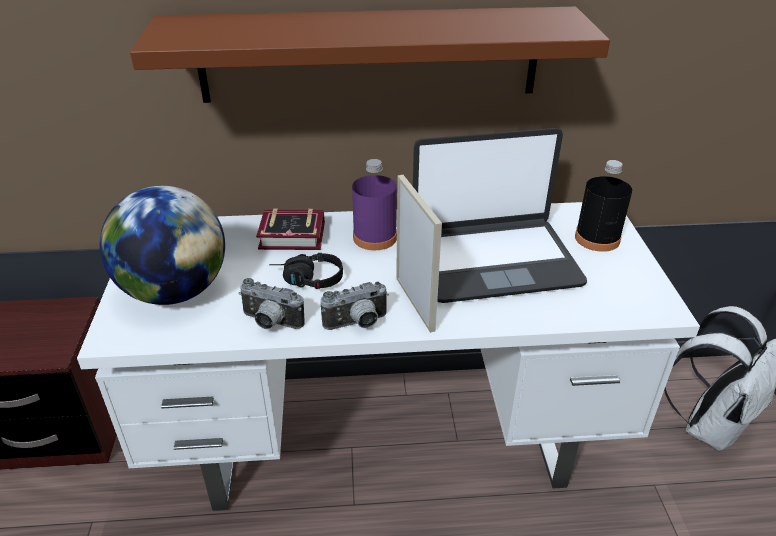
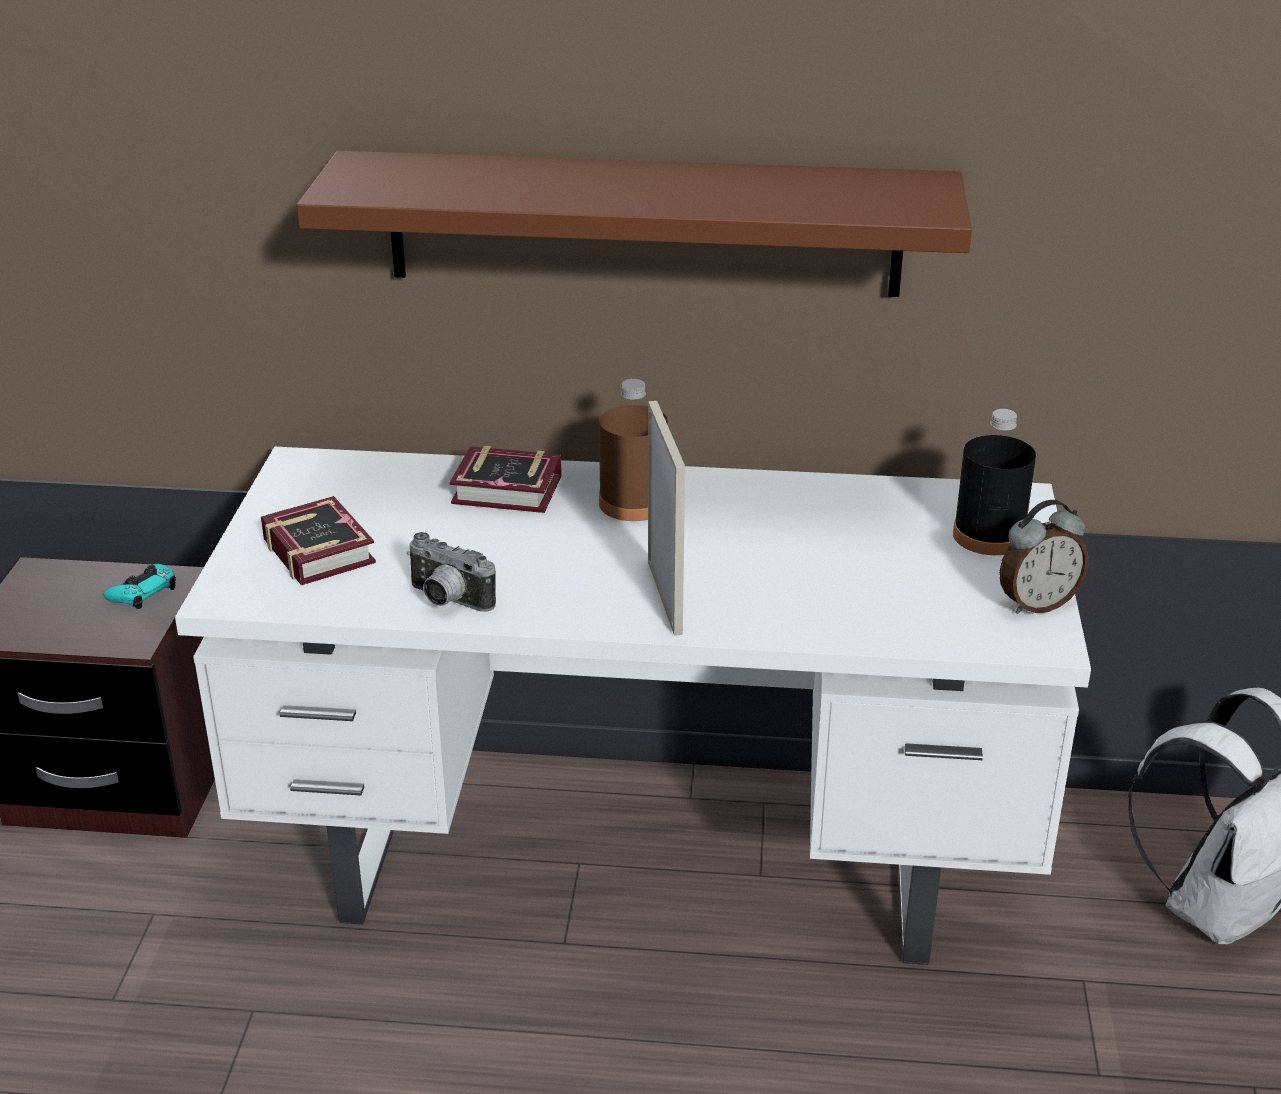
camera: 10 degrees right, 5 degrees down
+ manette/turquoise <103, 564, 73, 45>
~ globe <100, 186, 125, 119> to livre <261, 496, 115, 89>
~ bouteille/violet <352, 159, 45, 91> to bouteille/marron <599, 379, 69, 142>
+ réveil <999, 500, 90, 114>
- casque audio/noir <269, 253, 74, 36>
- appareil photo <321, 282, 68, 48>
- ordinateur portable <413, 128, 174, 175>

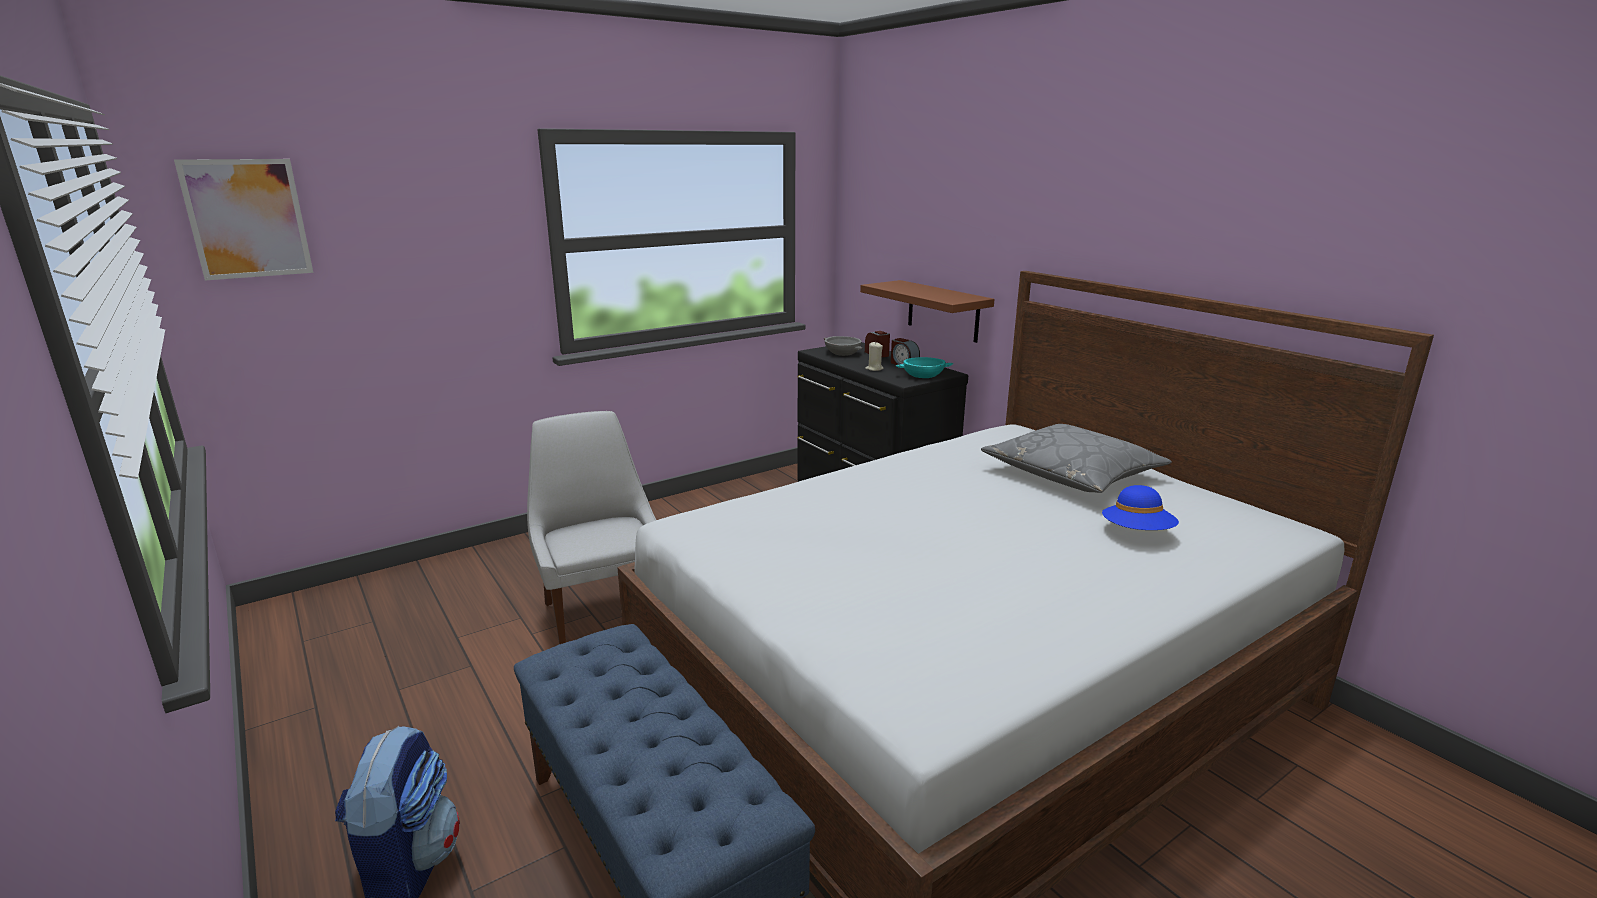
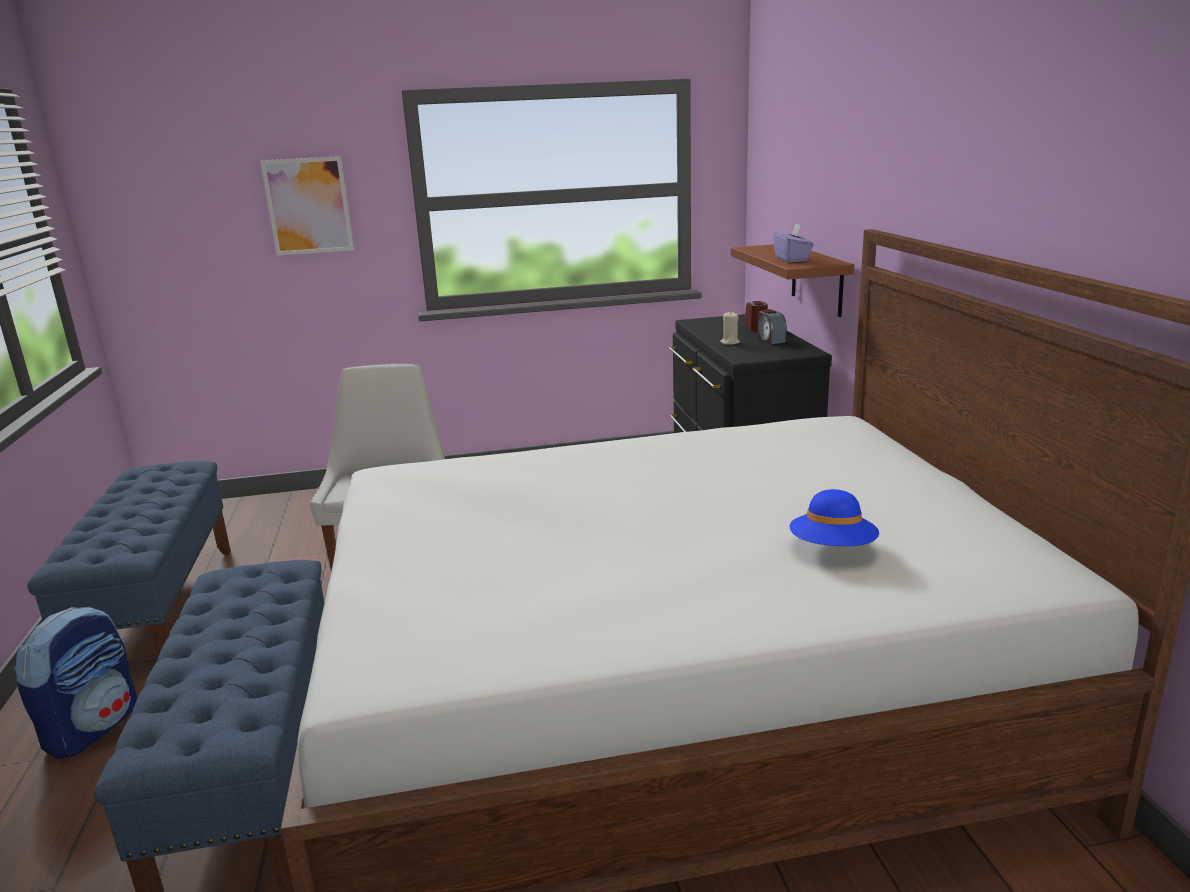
camera: 25 degrees right, 0 degrees up
+ banc/bleu <27, 461, 204, 196>
~ tableau <174, 159, 139, 122> to <260, 156, 94, 100>
+ boîte à mouchoirs/violet <773, 223, 41, 39>
- bol/gris <824, 336, 39, 20>
- bol/turquoise <896, 357, 57, 21>
- coussin/gris <981, 424, 191, 69>

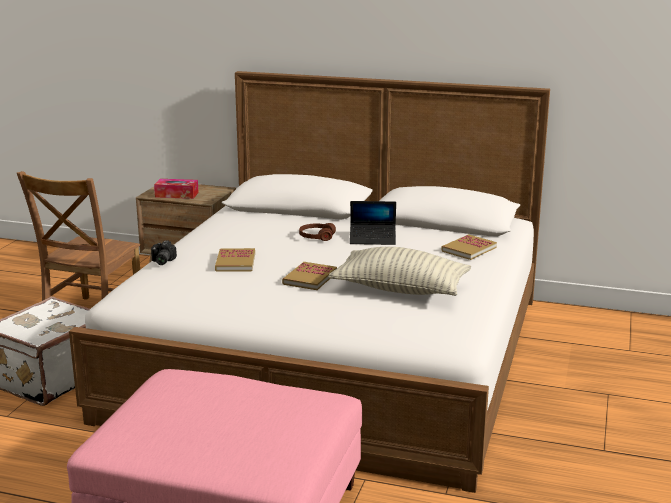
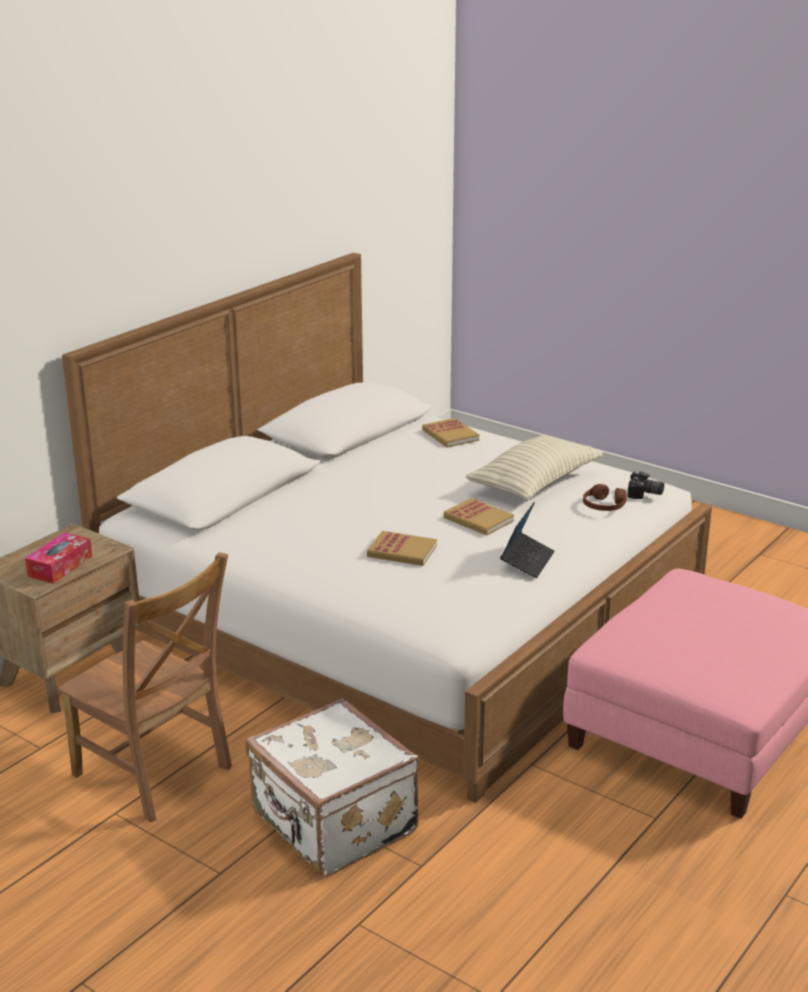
camera: 70 degrees left, 5 degrees up
~ ordinateur portable <350, 201, 46, 44> to <500, 502, 54, 76>
~ casque audio/marron <299, 223, 37, 18> to <583, 484, 43, 27>
~ appareil photo <151, 241, 26, 24> to <628, 471, 36, 28>

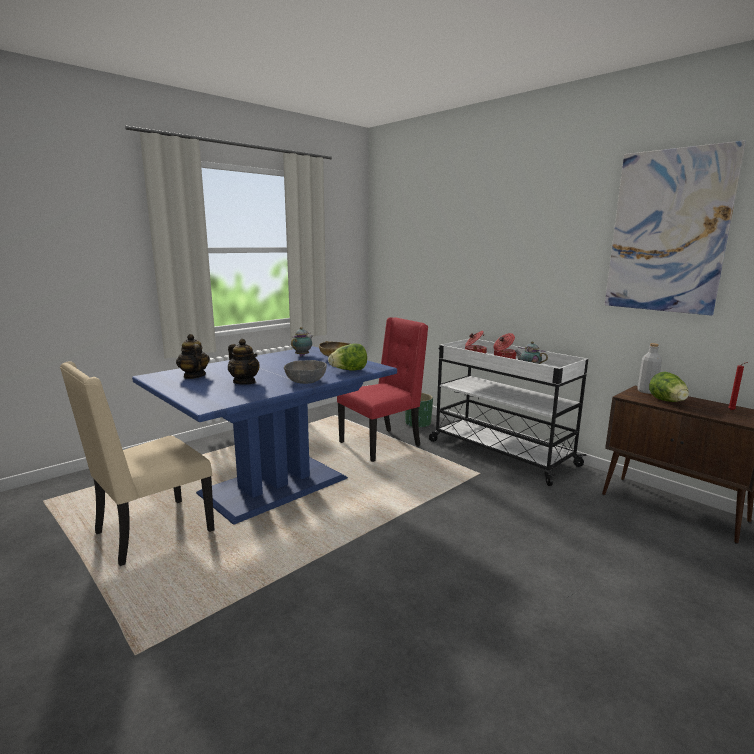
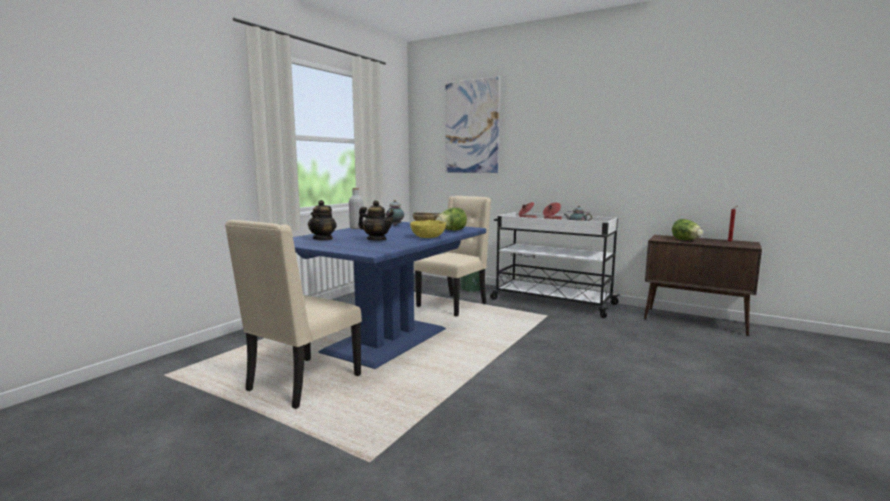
camera: 15 degrees left, 5 degrees down
~ théière <176, 334, 34, 45> = <308, 200, 29, 41> 120 degrees counterclockwise
~ bouteille/gris <637, 343, 25, 51> to <349, 188, 15, 41>
~ bol/gris <284, 360, 43, 24> to bol/jaune <410, 220, 36, 18>
~ chaise/rouge <337, 317, 91, 145> to chaise/beige <414, 196, 77, 121>
~ tableau <605, 140, 141, 176> to <446, 77, 54, 96>

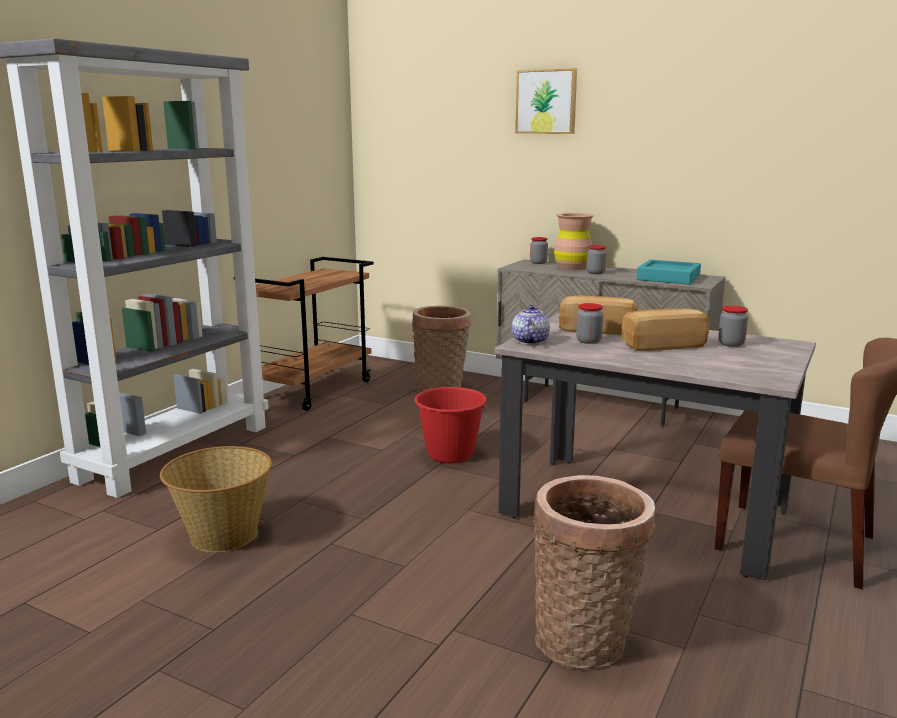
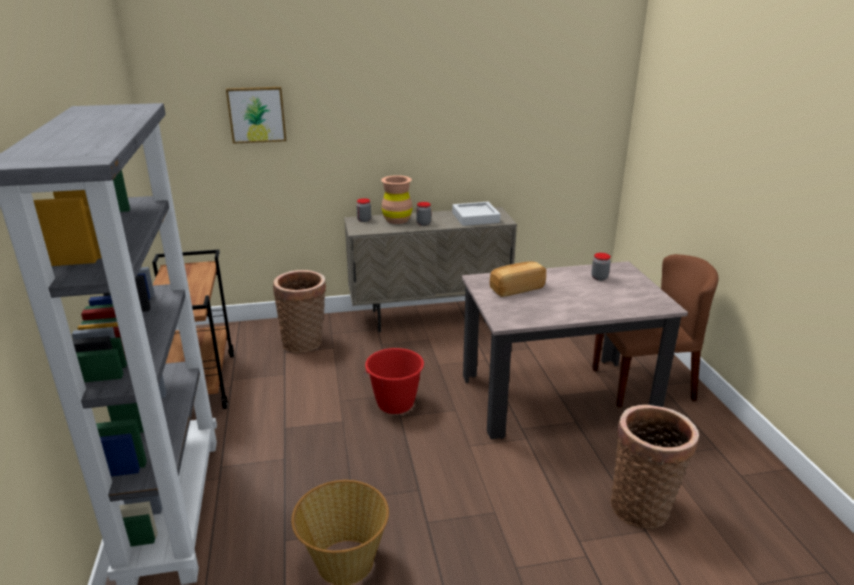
camera: 40 degrees left, 10 degrees up
~ tableau <515, 68, 62, 66> to <226, 87, 60, 57>
~ plateau/turquoise <637, 260, 64, 25> to plateau/gris <452, 202, 48, 24>
- théière <512, 305, 38, 40>
- bocal <576, 303, 27, 41>
- pain <622, 308, 87, 43>

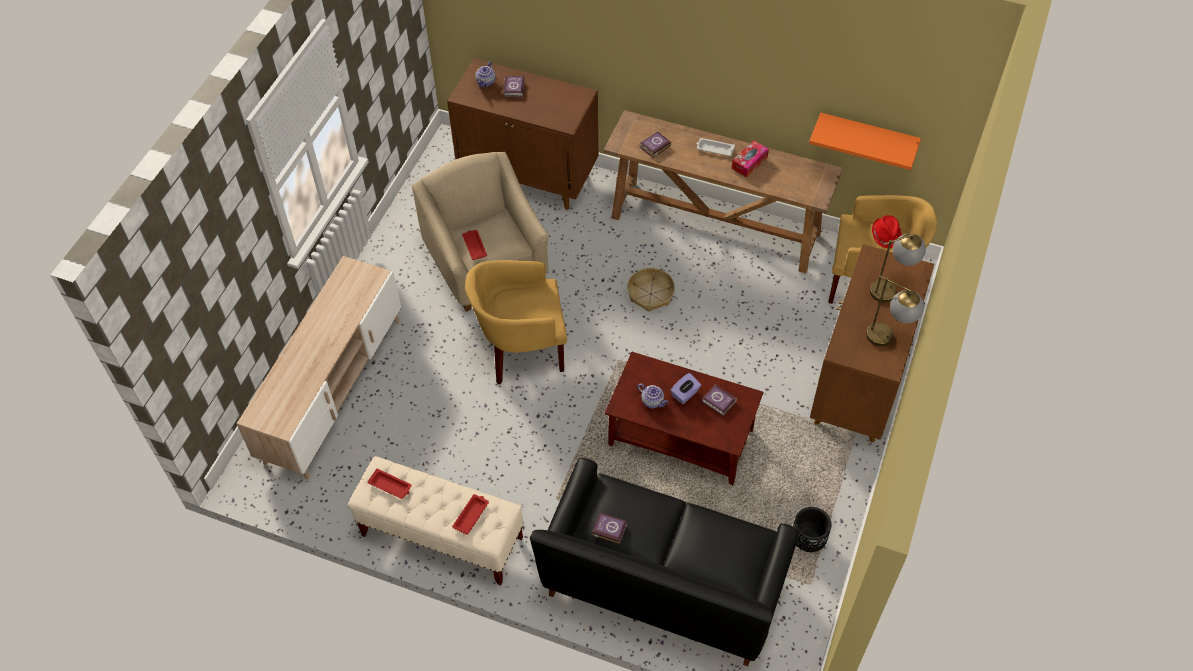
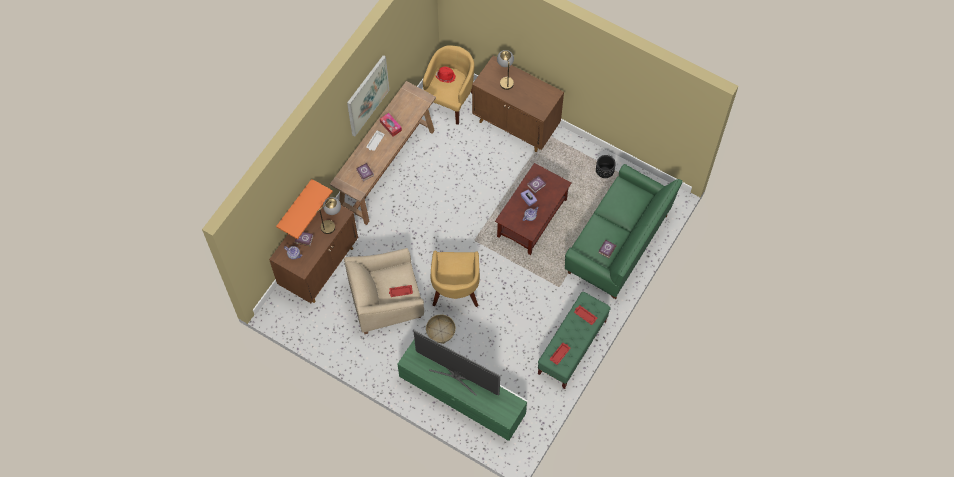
camera: 80 degrees left, 10 degrees up
~ étagère/orange <809, 113, 112, 57> to <276, 179, 57, 60>
~ lampe de table <866, 275, 58, 71> to <316, 197, 25, 37>
+ tableau <347, 55, 42, 82>
~ meuble télé/beige <237, 256, 164, 224> to meuble télé/vert <397, 340, 131, 101>
+ téléviseur <414, 330, 86, 66>
~ panier <627, 268, 48, 44> to <426, 314, 30, 30>
~ banc/beige <349, 456, 175, 129> to banc/vert <538, 292, 73, 97>
~ canapé/noir <530, 458, 269, 208> to canapé/vert <565, 164, 117, 135>

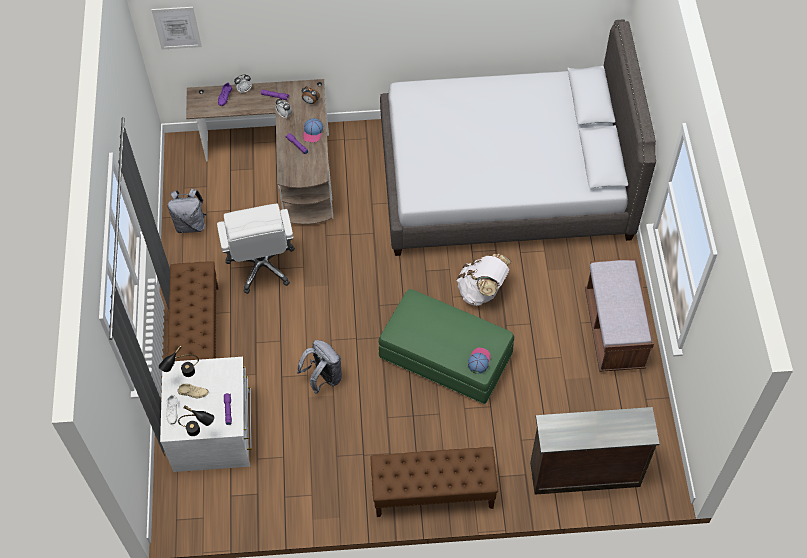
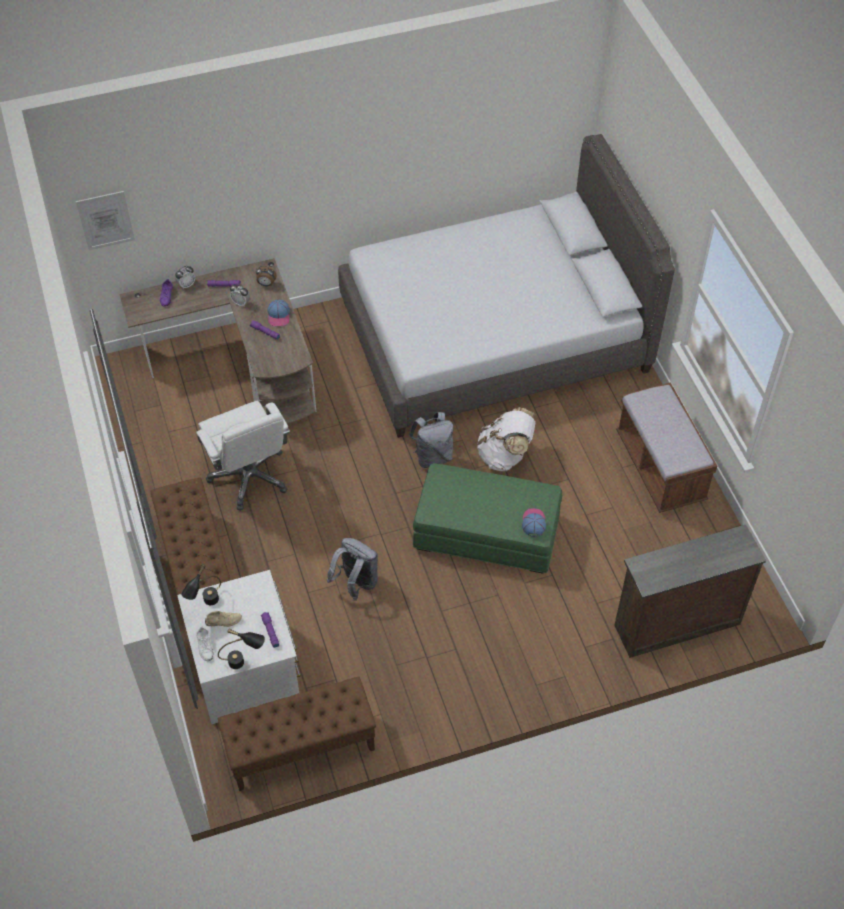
camera: 15 degrees left, 5 degrees down
~ banc/marron <370, 447, 128, 70> to <218, 676, 158, 115>
~ sac à dos/gris <168, 189, 39, 44> to <409, 412, 44, 56>

